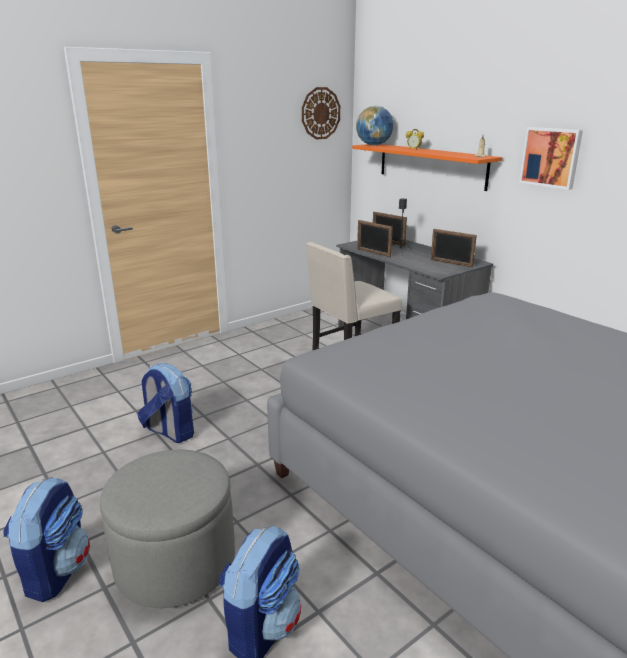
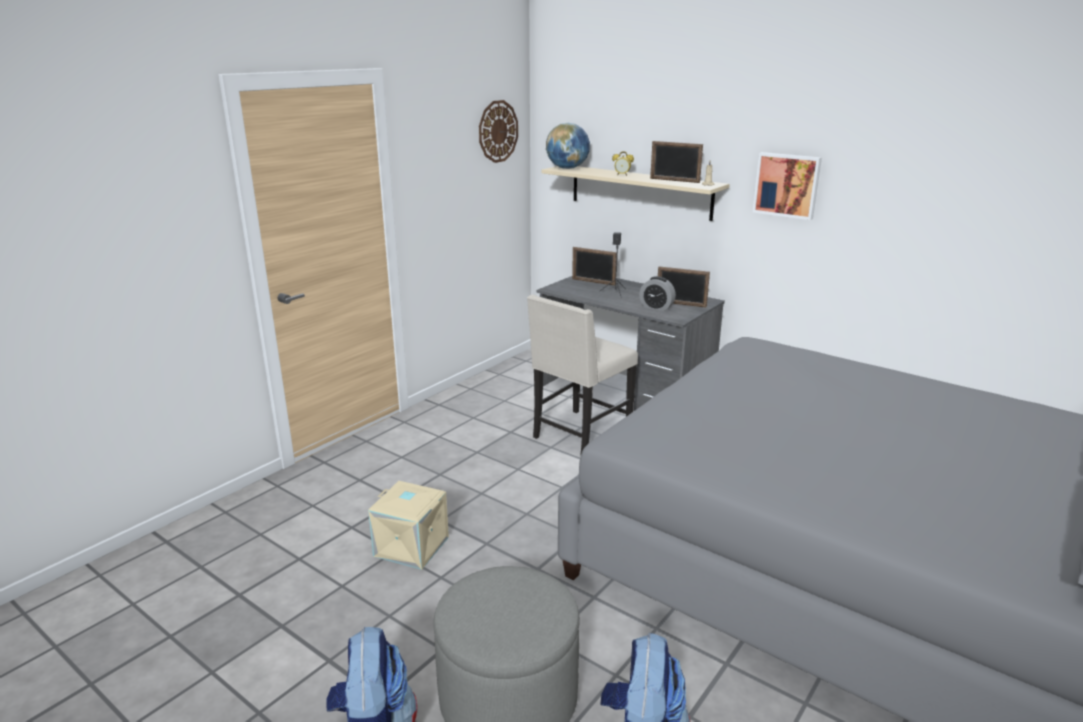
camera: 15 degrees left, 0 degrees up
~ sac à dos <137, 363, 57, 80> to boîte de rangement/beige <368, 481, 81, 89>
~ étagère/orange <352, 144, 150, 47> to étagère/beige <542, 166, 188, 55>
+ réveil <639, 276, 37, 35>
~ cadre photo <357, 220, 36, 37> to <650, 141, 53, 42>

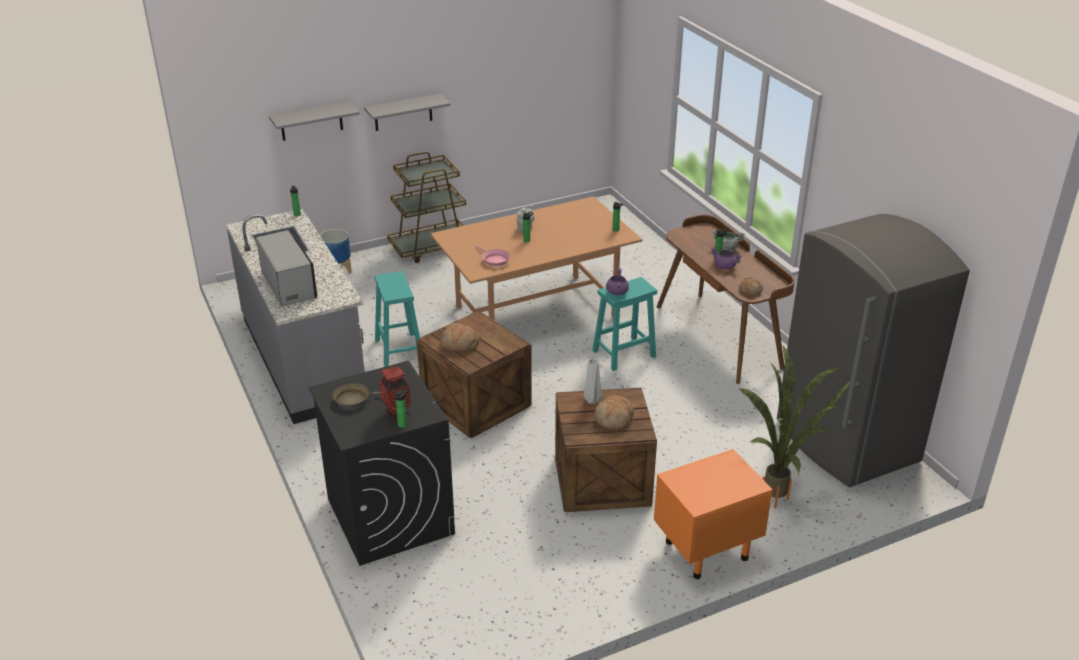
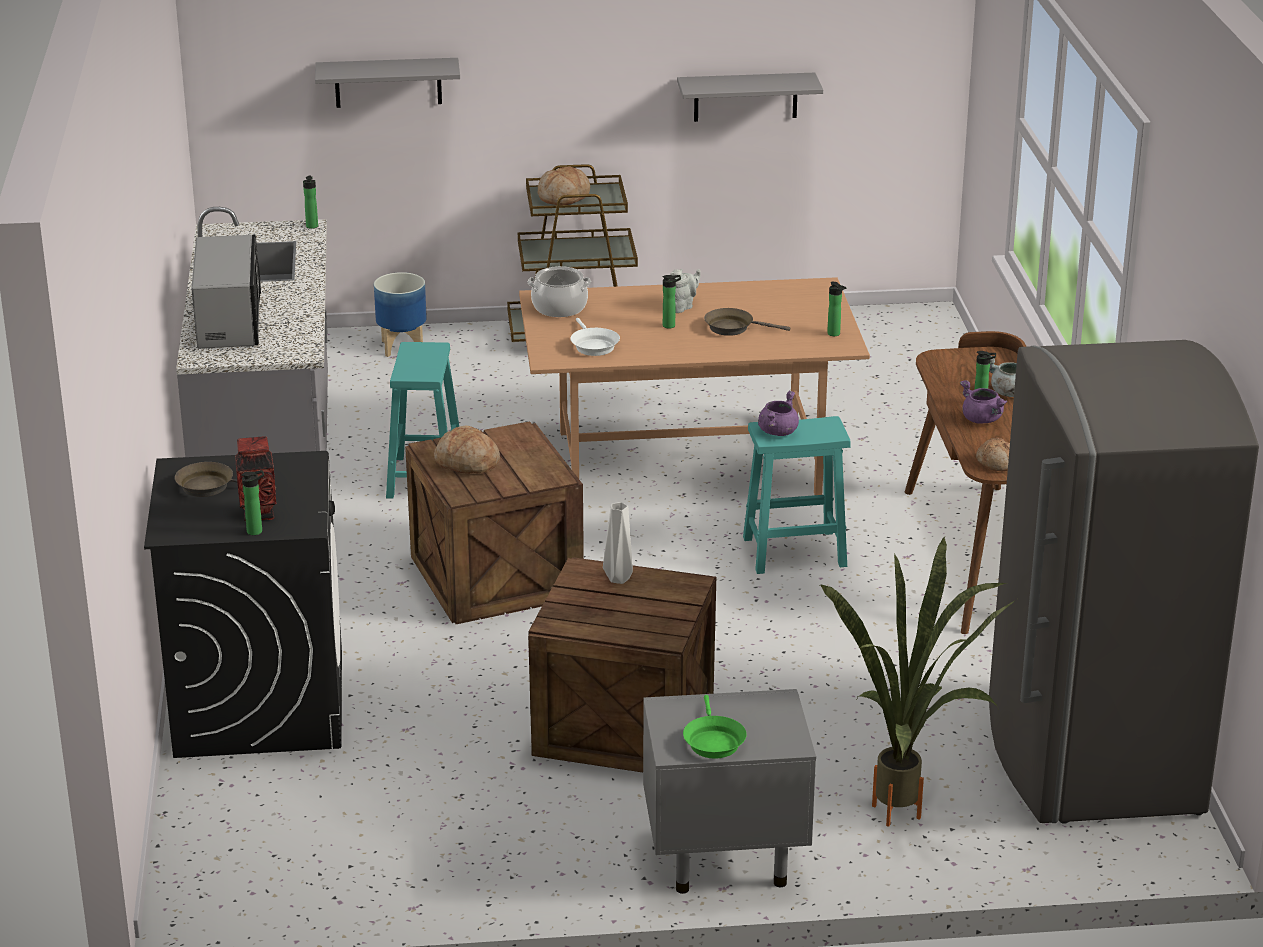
camera: 20 degrees right, 5 degrees down
+ marmite <528, 266, 63, 51>
~ pain <594, 395, 40, 35> to <538, 166, 52, 39>
~ poêle/rose <475, 245, 35, 22> to poêle/blanc <570, 318, 50, 38>
~ table de chevet/orange <654, 449, 119, 130> to table de chevet/gris <643, 689, 173, 205>
~ étagère/gris <364, 94, 87, 37> to <677, 73, 146, 49>
+ poêle/vert <683, 695, 64, 64>
+ poêle/marron <704, 308, 86, 28>

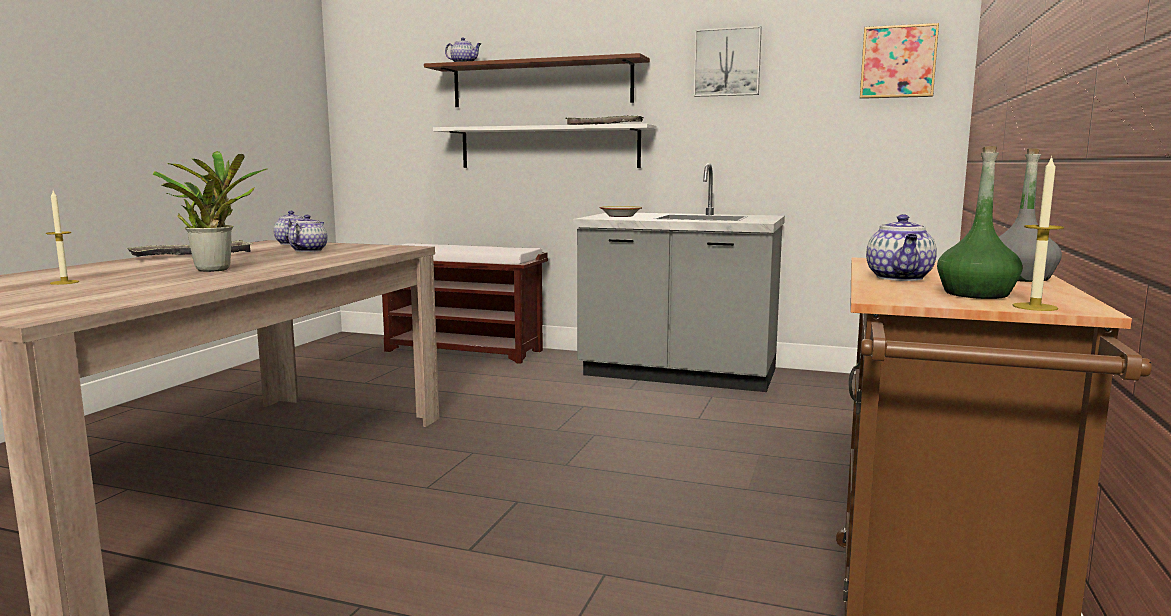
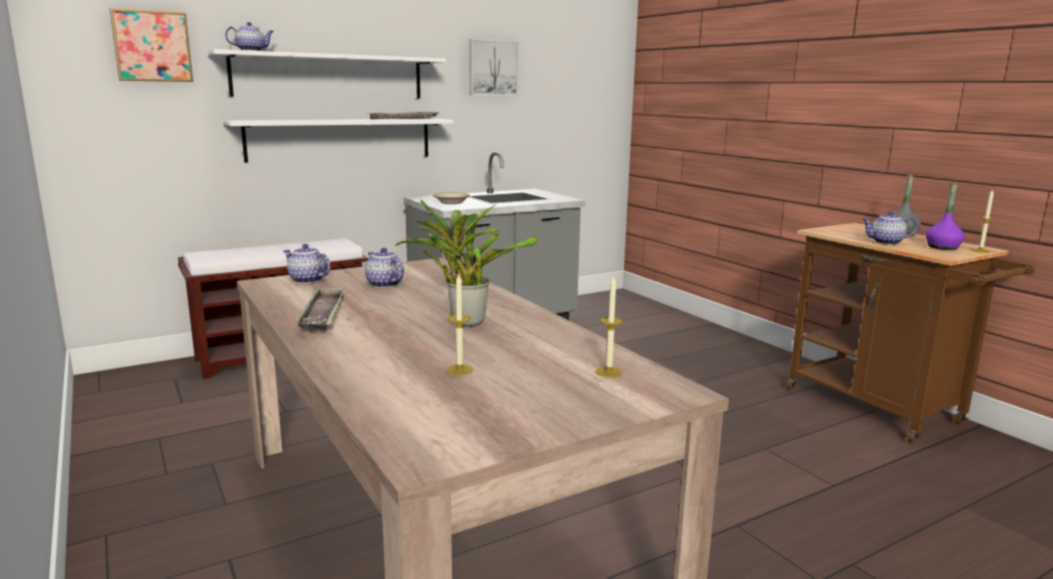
camera: 50 degrees left, 5 degrees up
~ tableau <860, 23, 79, 76> to <110, 8, 83, 74>
~ étagère/marron <424, 53, 226, 54> to étagère/blanc <208, 49, 238, 49>
+ bougie <595, 275, 28, 102>
~ théière <866, 214, 71, 67> = <862, 211, 55, 34> 135 degrees clockwise
~ bouteille/vert <937, 146, 86, 153> to bouteille/violet <926, 182, 39, 68>

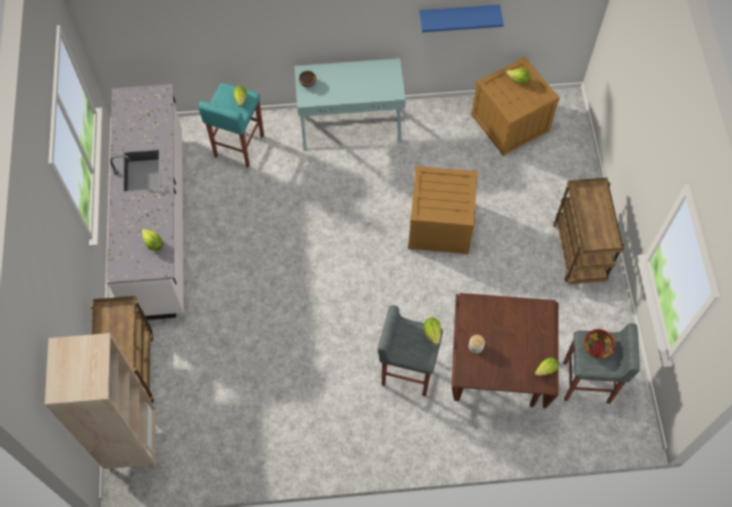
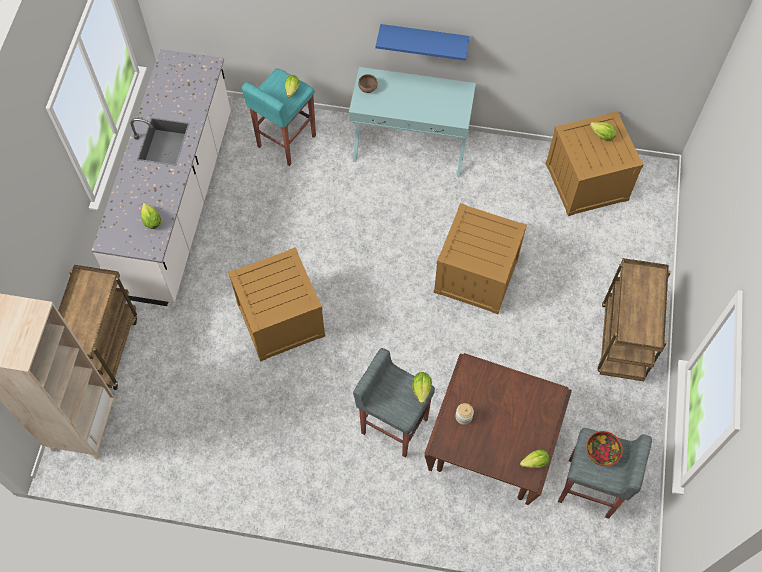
camera: 15 degrees right, 0 degrees up
+ caisse <228, 247, 98, 115>
~ étagère/bleu <419, 5, 85, 28> to <376, 24, 94, 37>

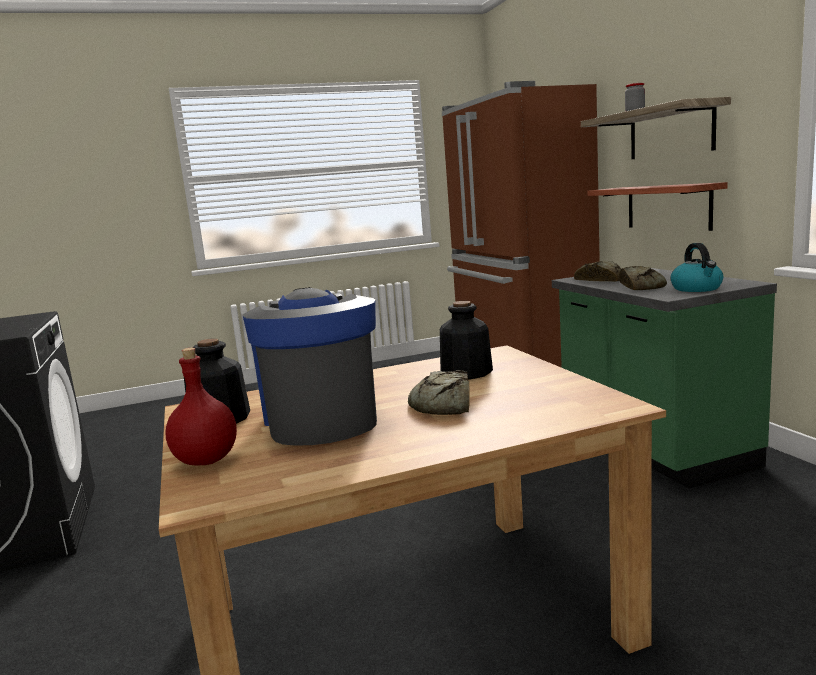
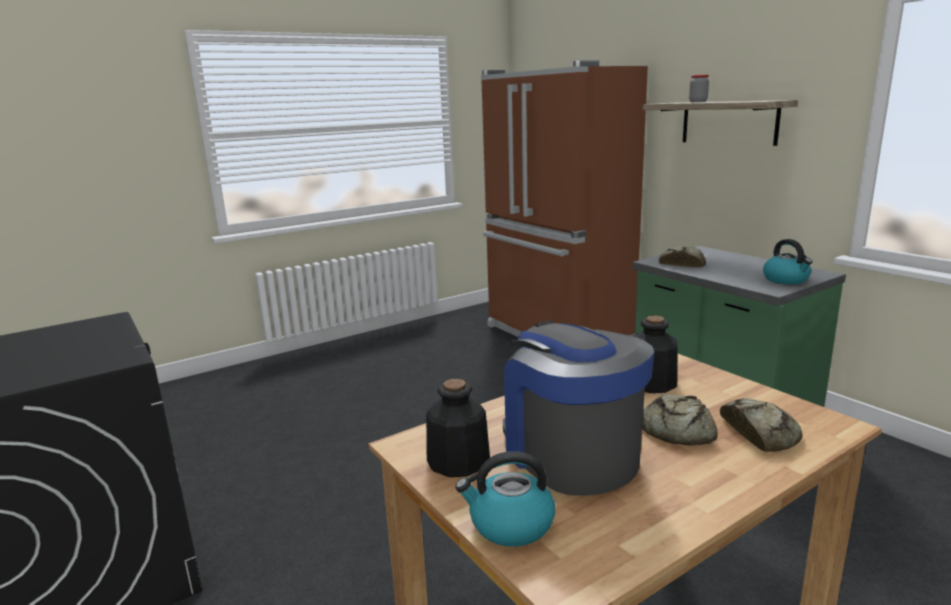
camera: 15 degrees left, 5 degrees up
~ bouteille/rouge <165, 348, 72, 117> to bouilloire <455, 451, 100, 96>
~ pain <619, 266, 48, 24> to <720, 398, 83, 54>
- étagère <587, 182, 141, 49>

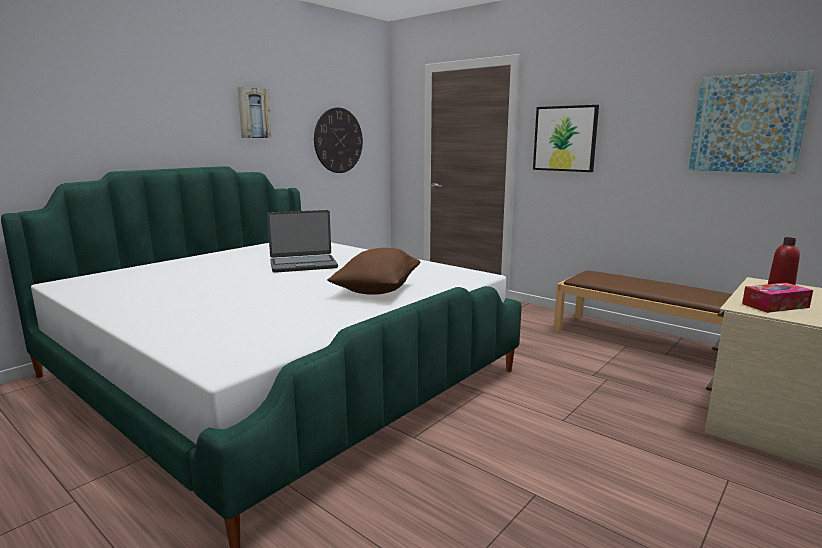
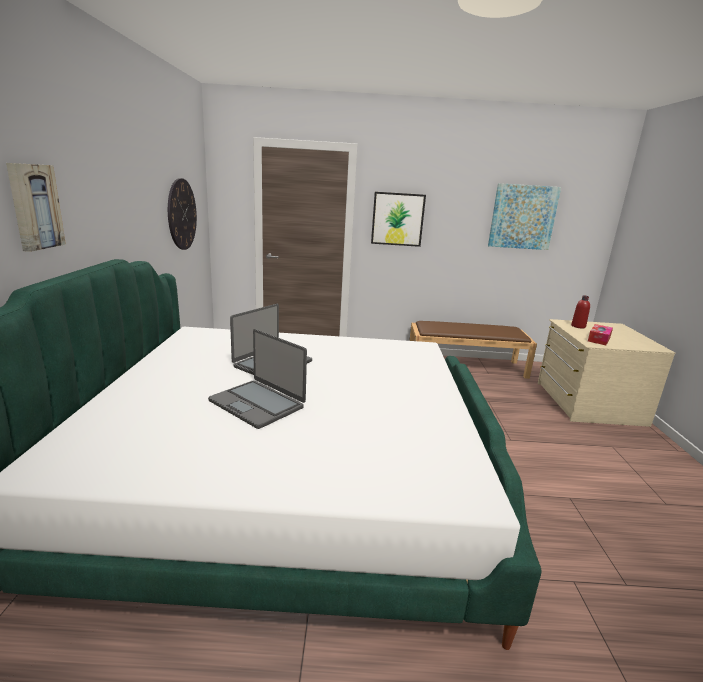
camera: 40 degrees left, 5 degrees up
~ tableau <238, 87, 33, 51> to <6, 163, 60, 89>
+ ordinateur portable <208, 329, 99, 100>
- coussin/marron <327, 248, 93, 47>

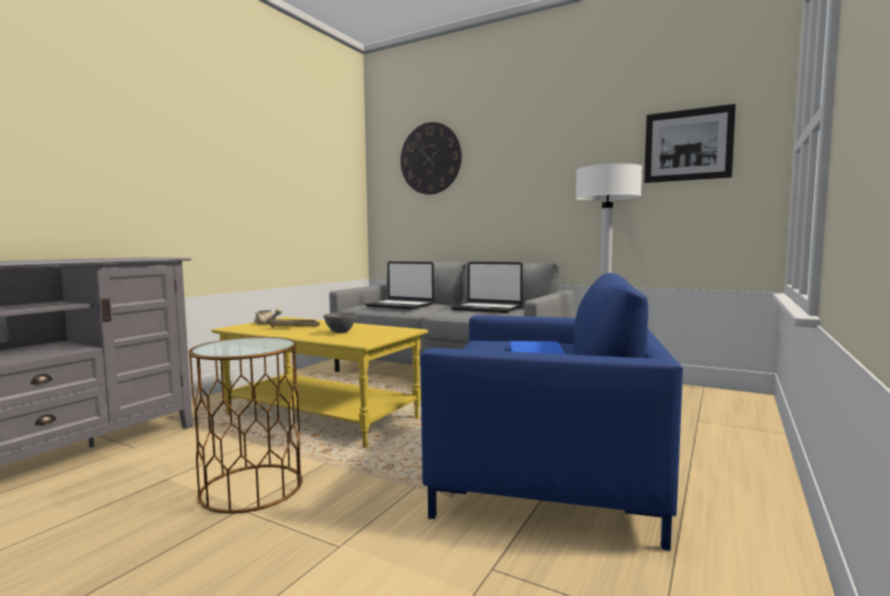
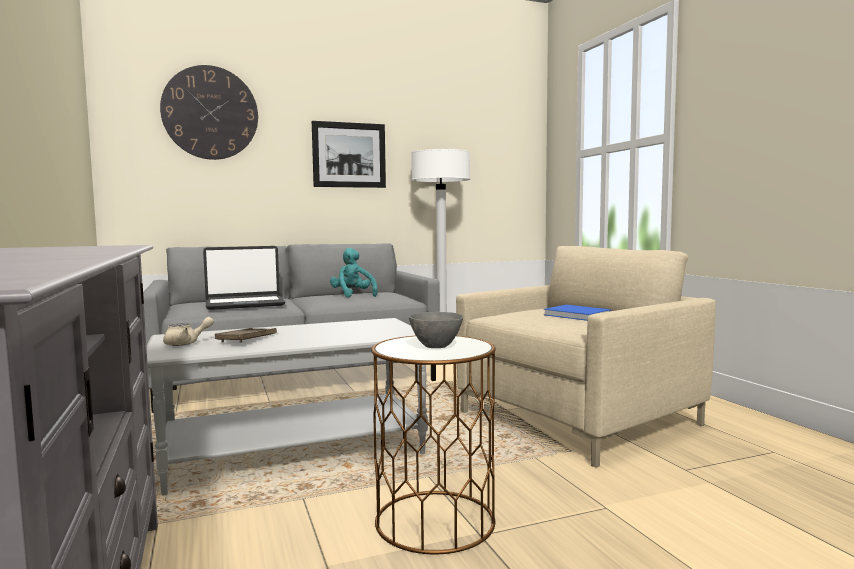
camera: 50 degrees left, 0 degrees up
~ table basse/jaune <211, 317, 217, 131> to table basse/gris <146, 318, 282, 178>
~ tableau <644, 104, 92, 79> to <312, 121, 74, 67>
~ ordinateur portable <451, 262, 72, 51> to peluche/turquoise <330, 248, 48, 49>
~ bol/gris <323, 312, 34, 21> to <409, 312, 54, 36>
~ fauteuil/bleu <420, 273, 263, 278> to fauteuil/beige <456, 246, 260, 222>

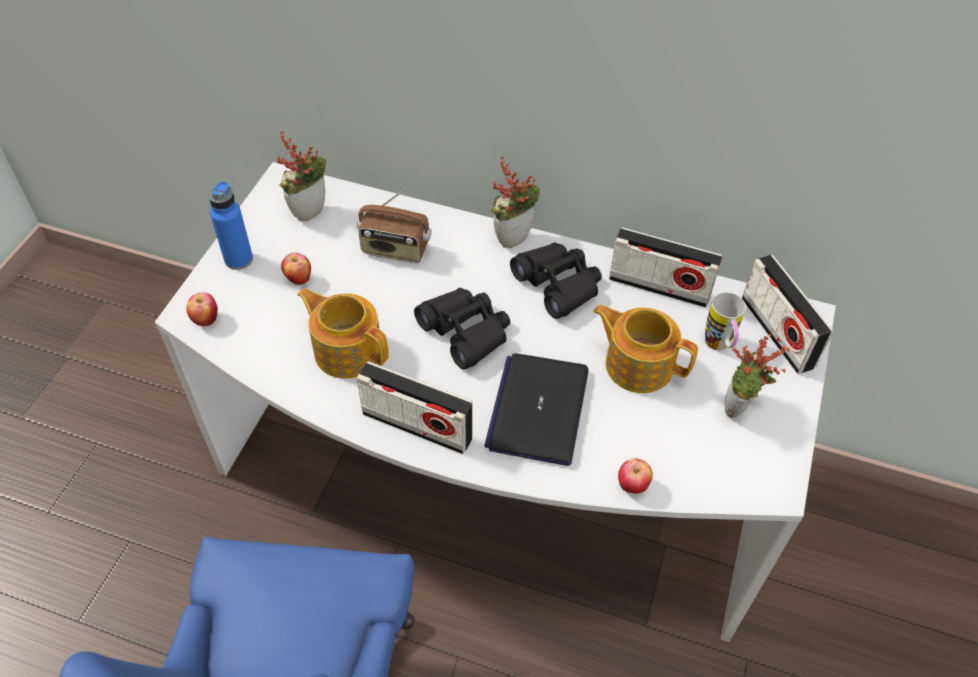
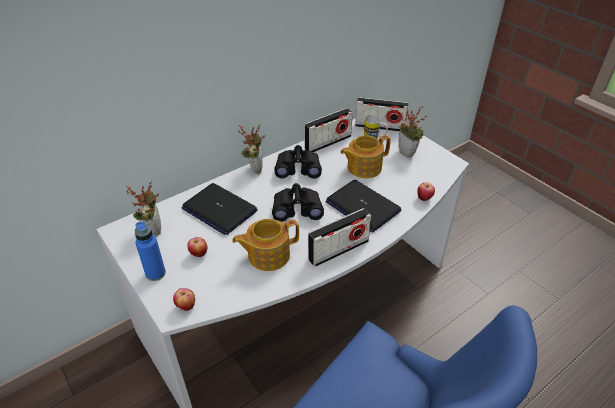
camera: 55 degrees left, 10 degrees down
~ radio <357, 188, 75, 75> to ordinateur portable <182, 183, 76, 52>

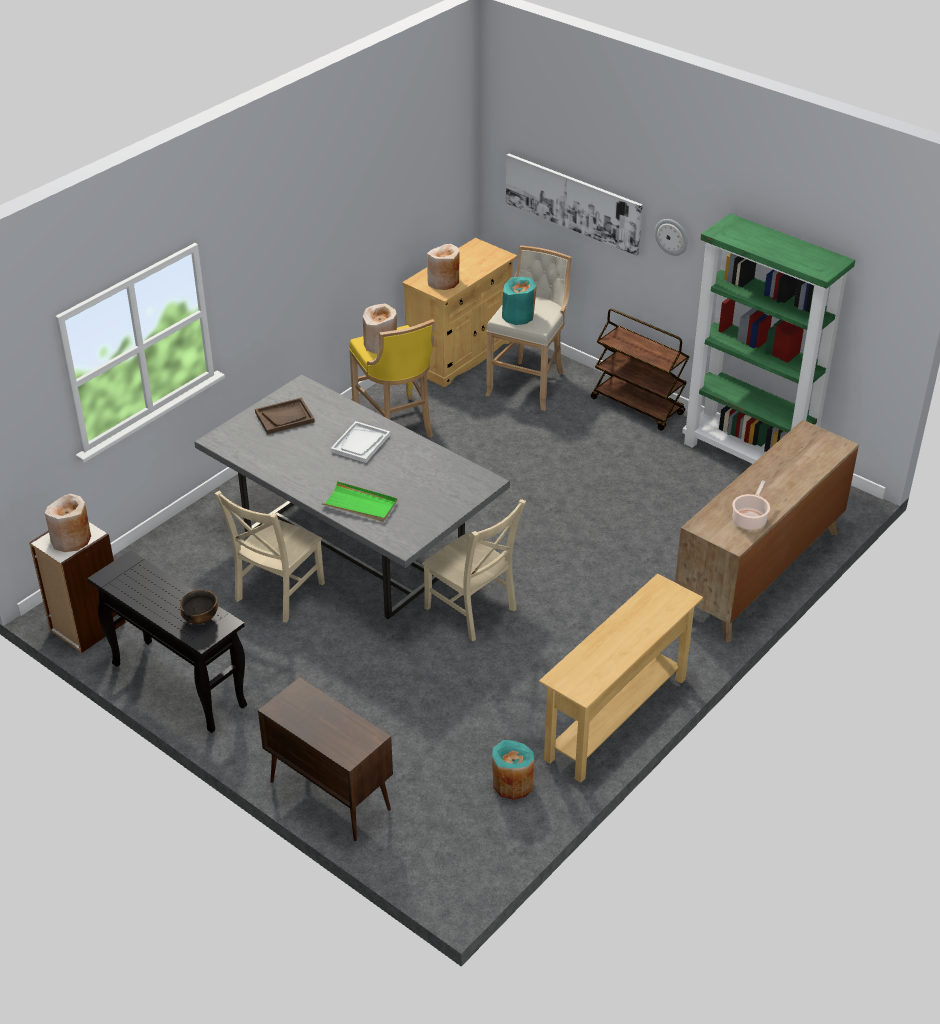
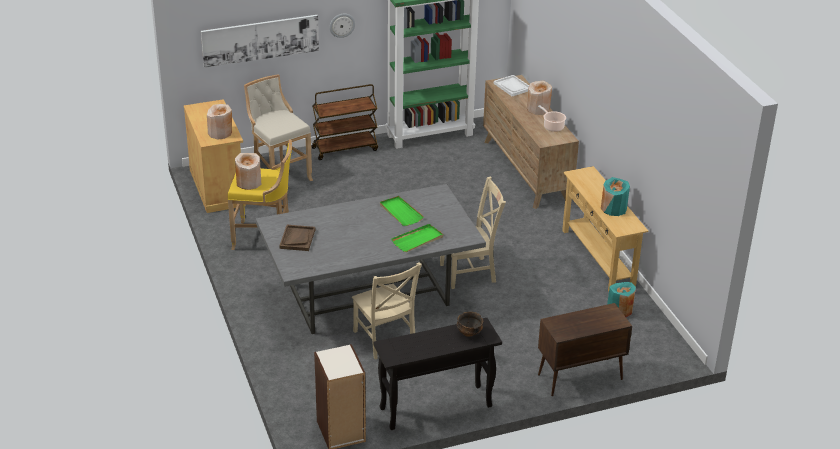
camera: 60 degrees left, 5 degrees down
+ plateau/vert <380, 196, 44, 30>
~ plateau/blanc <331, 421, 59, 42> to <494, 75, 35, 21>
~ vase/beige <45, 494, 46, 58> to <527, 80, 25, 35>
~ vase/turquoise <502, 277, 35, 48> to <601, 177, 29, 39>

